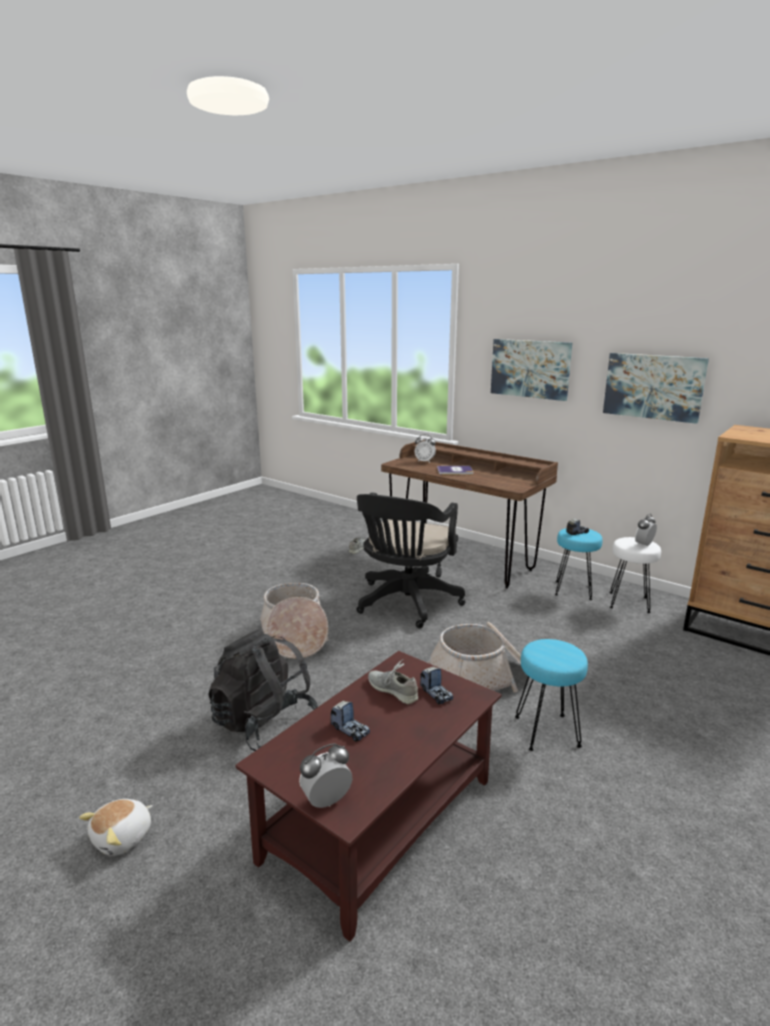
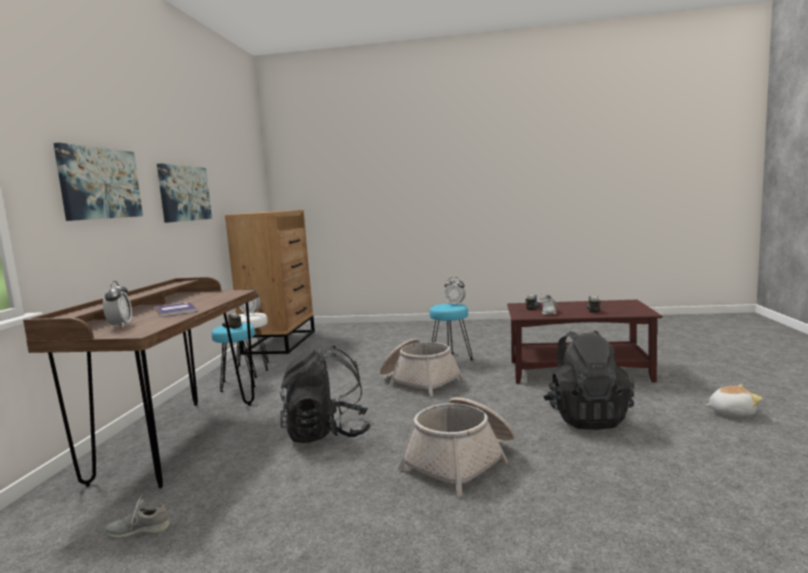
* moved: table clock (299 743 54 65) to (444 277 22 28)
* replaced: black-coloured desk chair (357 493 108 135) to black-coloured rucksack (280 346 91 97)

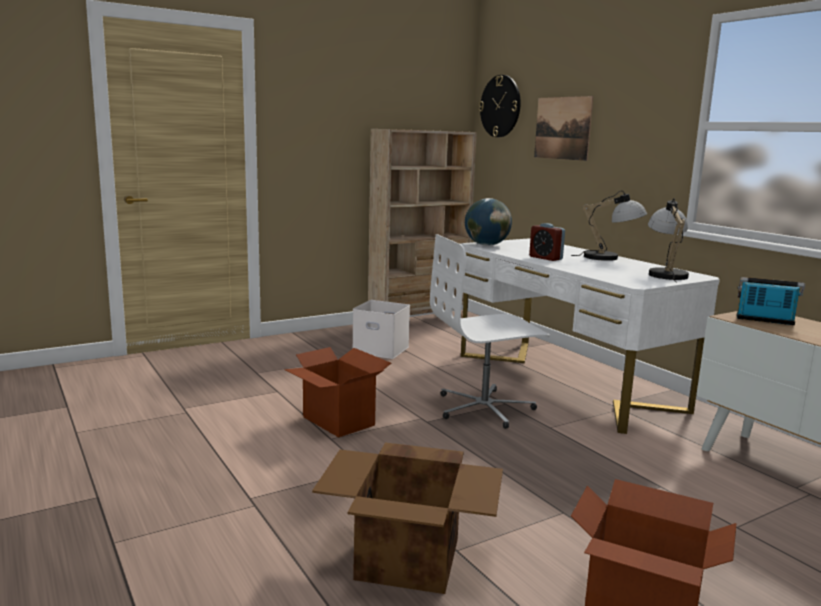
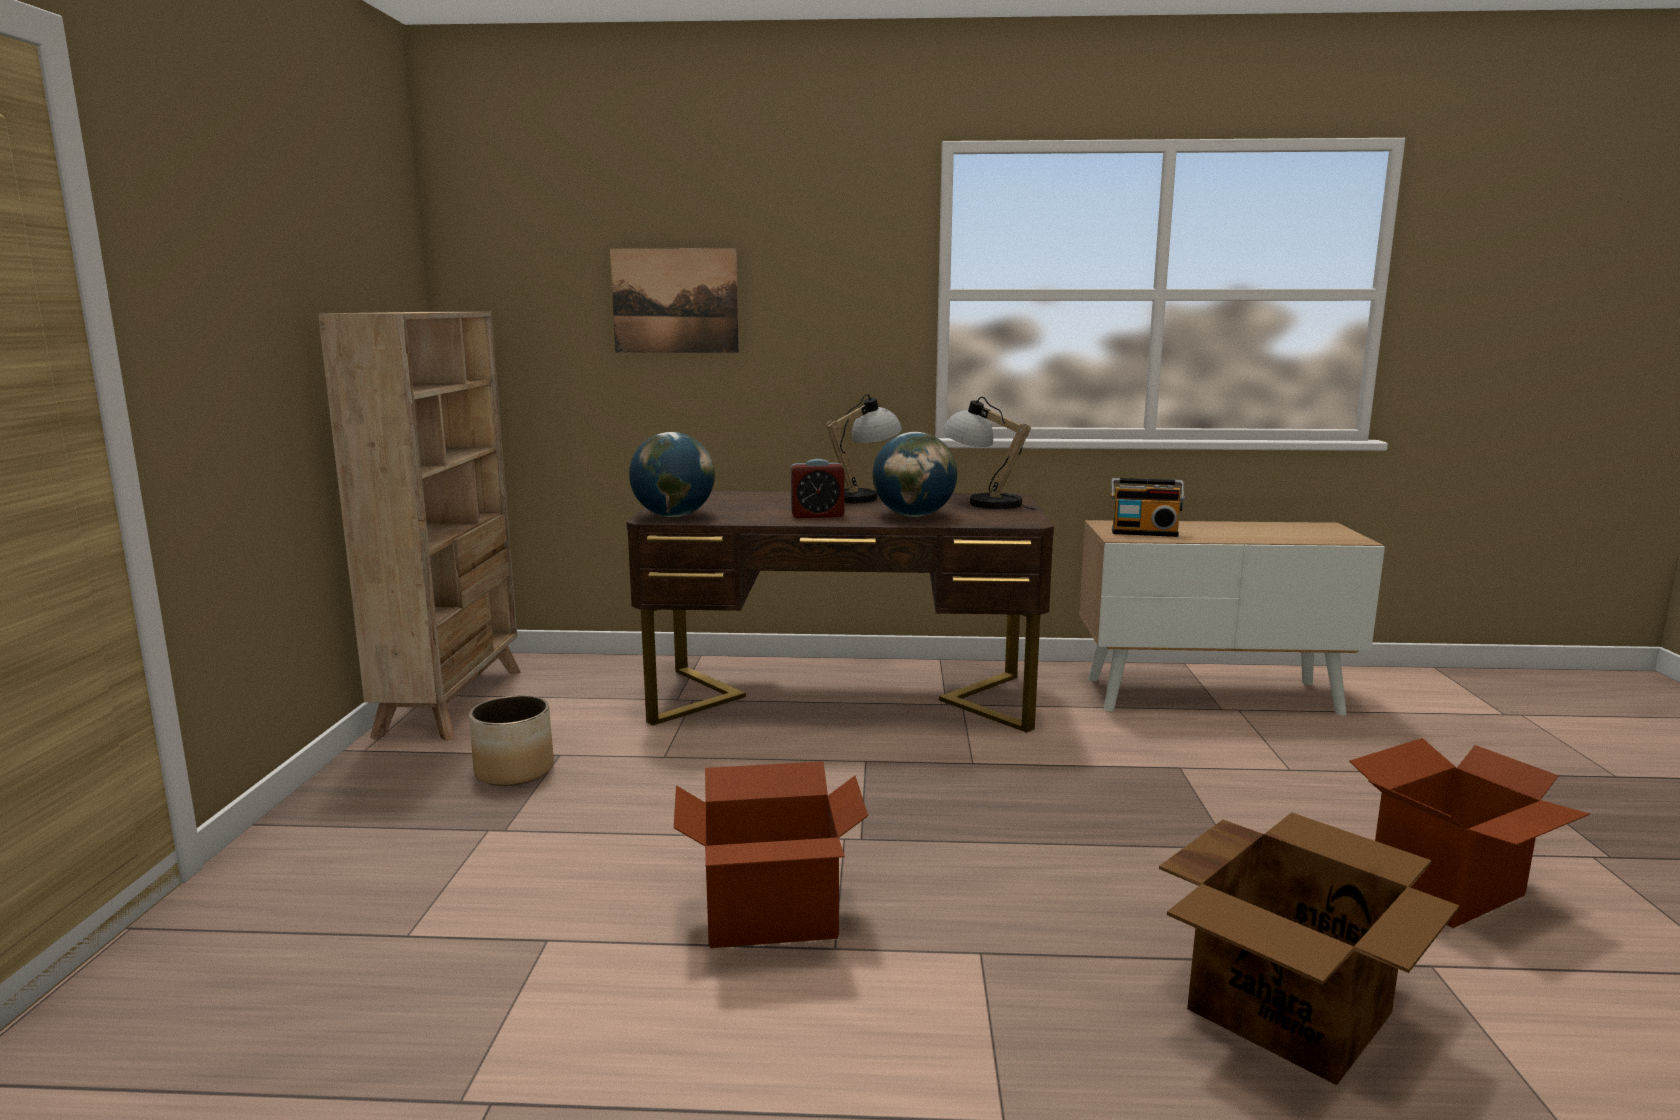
* replaced: white-coloured storage bin (353 300 57 59) to planter (469 695 85 91)
* removed: white-coloured desk chair (430 234 120 195)
* recoloured: white-coloured desk unit (461 238 259 196) to brownish desk unit (627 491 427 242)
* removed: clock on the wall (479 75 42 62)
* turned: radio set (737 277 68 48) = (1111 478 74 59) 135 degrees counterclockwise
* added: globe (872 432 85 85)

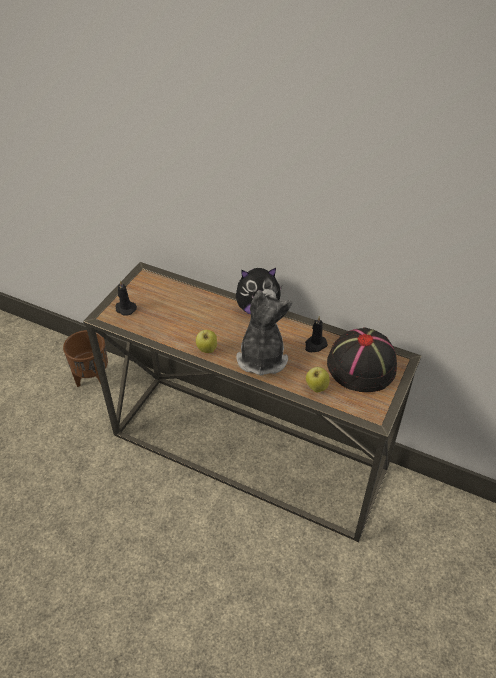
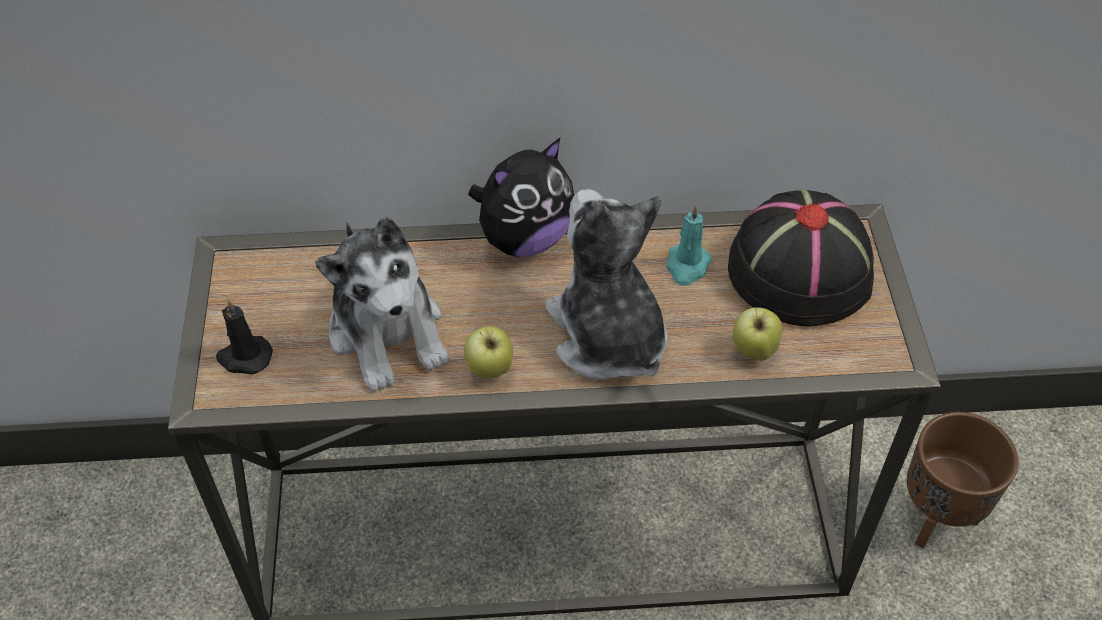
* moved: brownish planter (63 330 45 57) to (907 412 111 137)
* recoloured: black-coloured candle (305 316 23 36) to blue-green candle (666 205 46 81)
* added: soft toy (315 216 134 176)

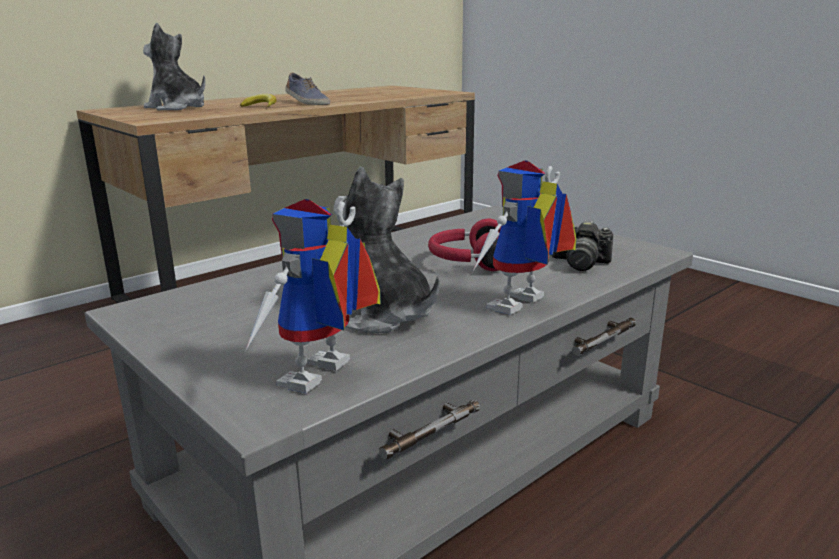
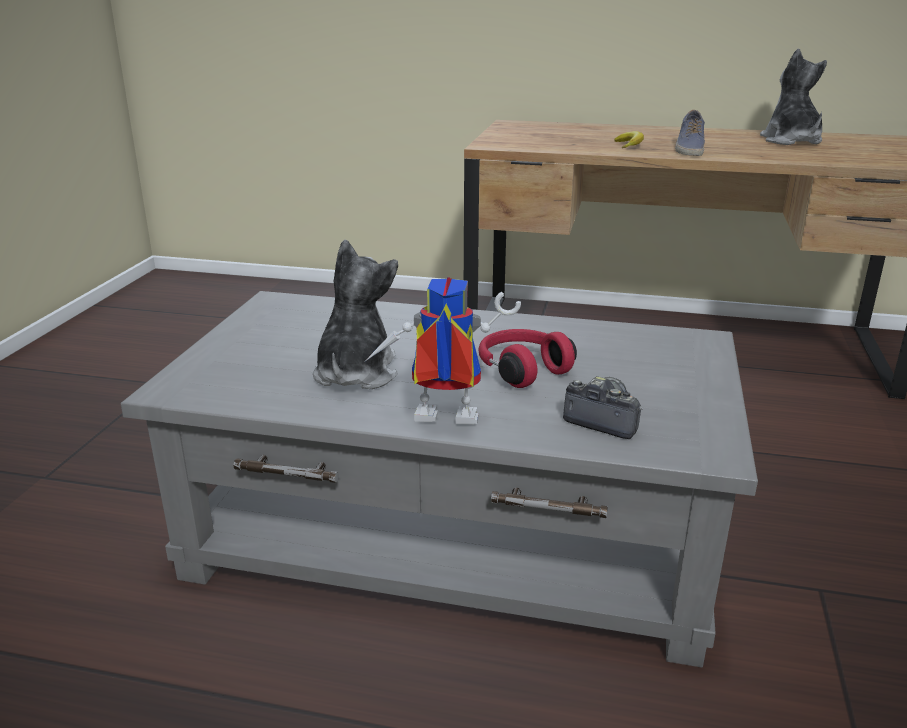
* moved: soft toy (143 23 62 87) to (760 49 67 96)
* removed: model robot (246 199 135 194)
* turned: photo camera (551 220 62 51) = (563 376 80 63) 135 degrees clockwise

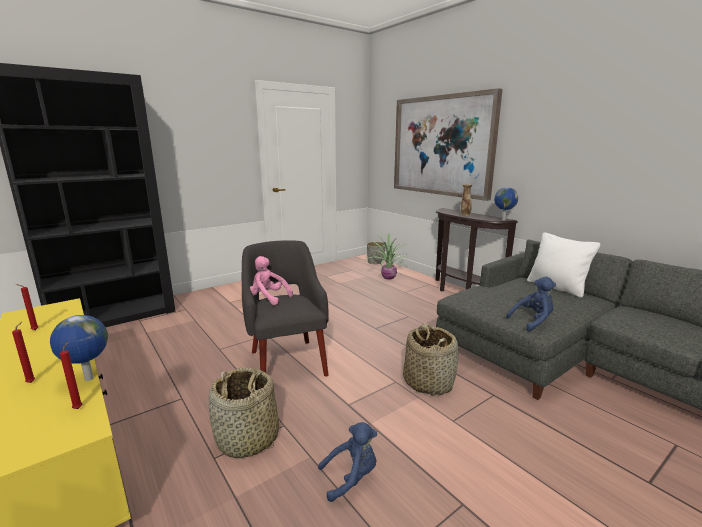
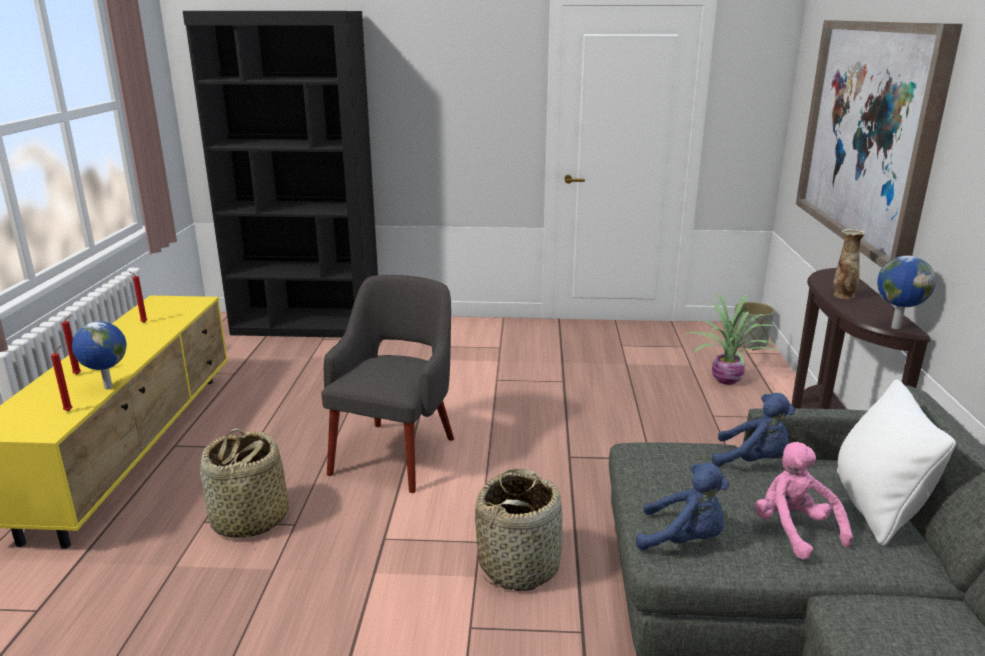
* moved: pink soft toy (250 256 43 49) to (755 442 98 118)
* moved: blue soft toy (318 422 59 80) to (712 393 83 74)

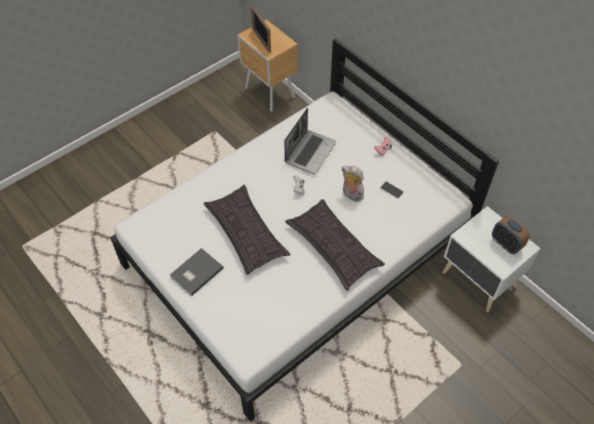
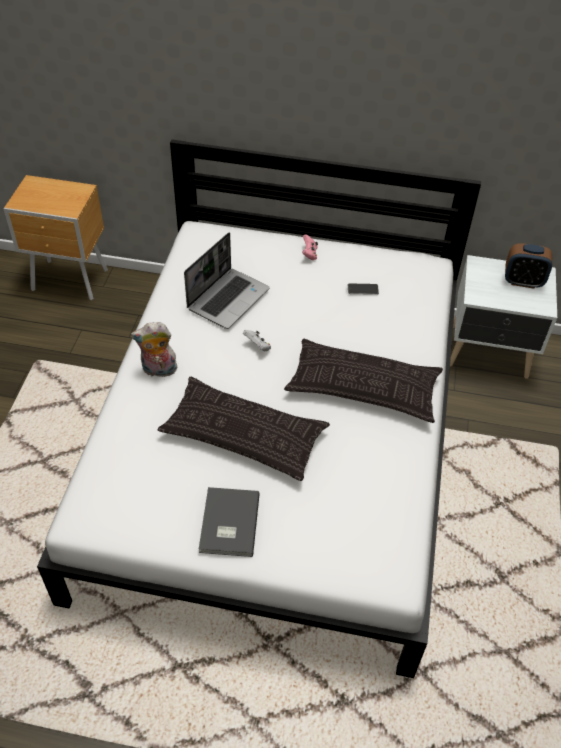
* removed: picture frame (251 6 20 47)
* turned: laptop (284 108 52 66) = (184 232 86 97) 45 degrees clockwise
* moved: soft toy (342 166 22 36) to (131 322 48 55)

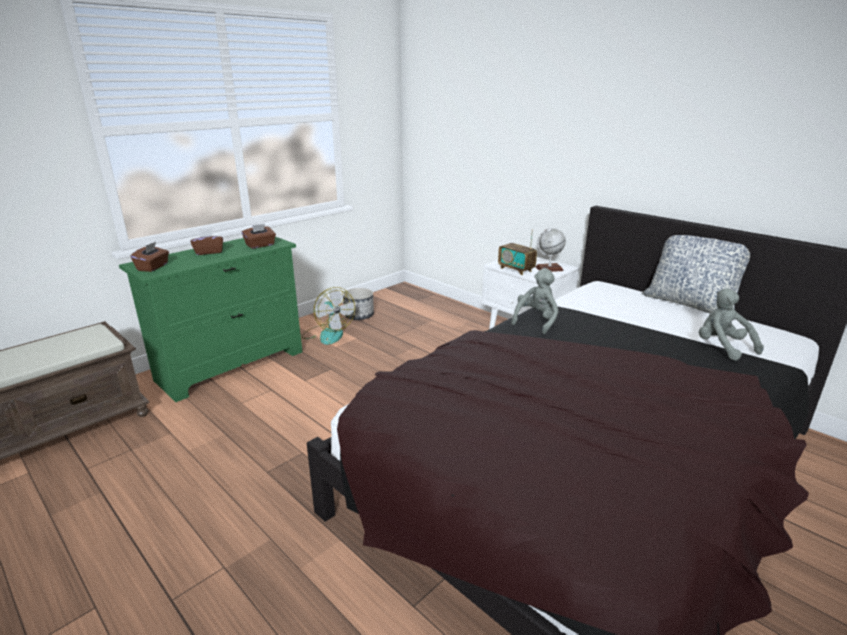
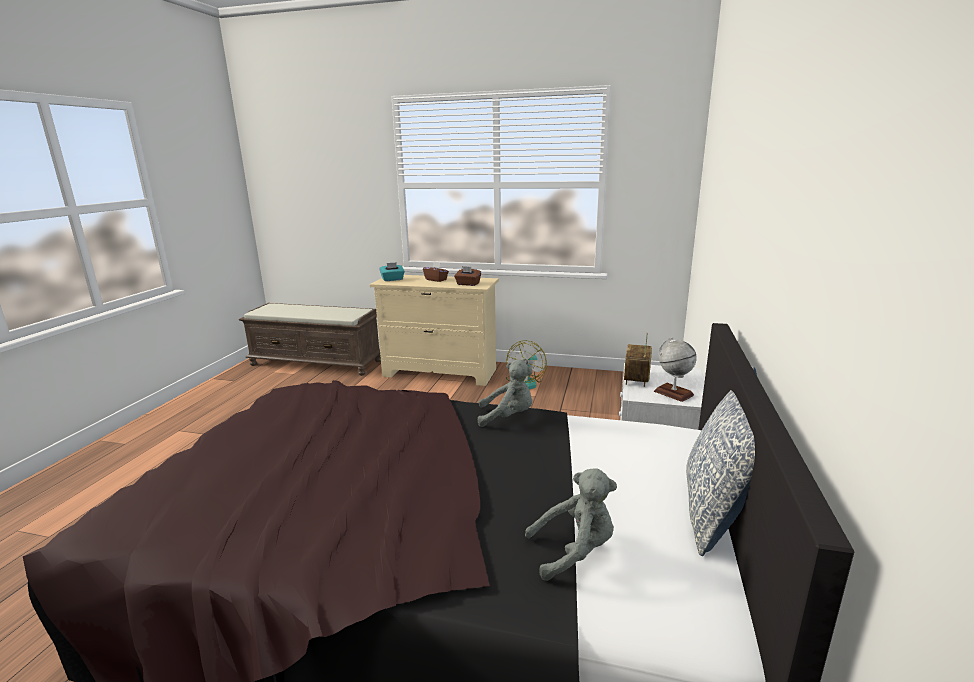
* recoloured: green chest of drawers (119 237 183 165) to beige chest of drawers (370 275 129 111)
* recoloured: brownish tissue box (131 242 38 30) to blue-green tissue box (379 262 26 19)
* removed: planter (343 288 31 32)
* turned: grey soft toy (699 288 65 73) = (525 468 92 113) 45 degrees clockwise

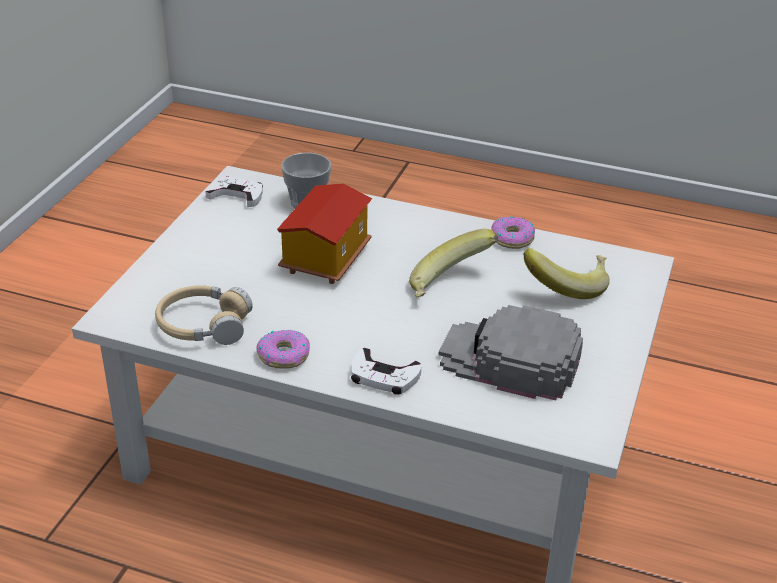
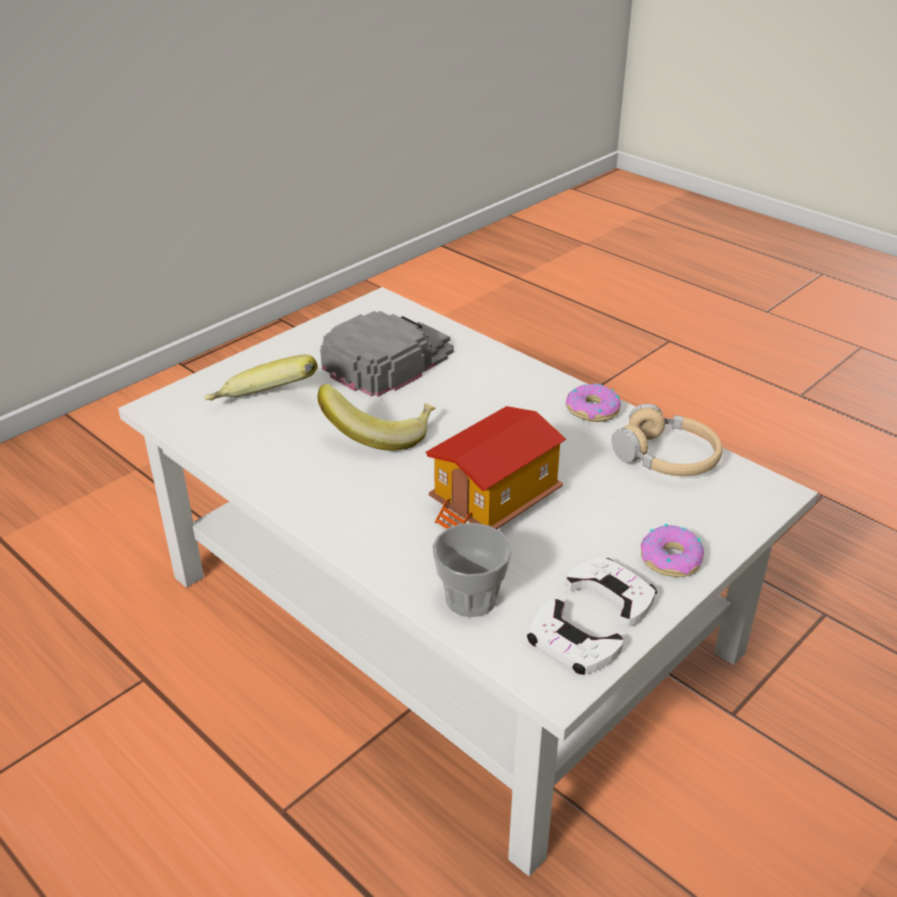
* moved: white-coloured joypad (351 348 70 47) to (566 557 91 70)
* turned: grey peaked cap (438 305 145 96) = (320 311 134 86) 90 degrees counterclockwise
* moved: ring doughnut (491 216 44 33) to (641 524 63 53)

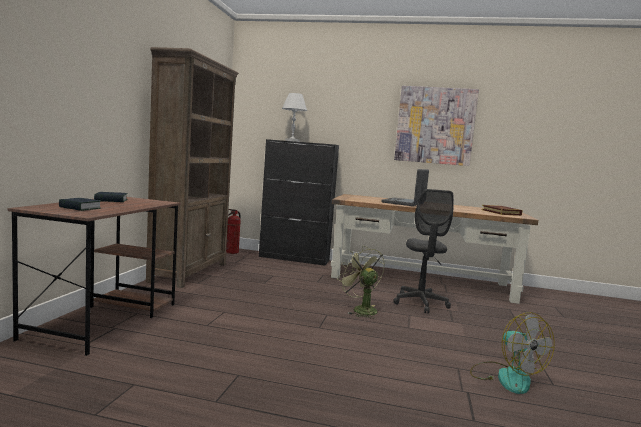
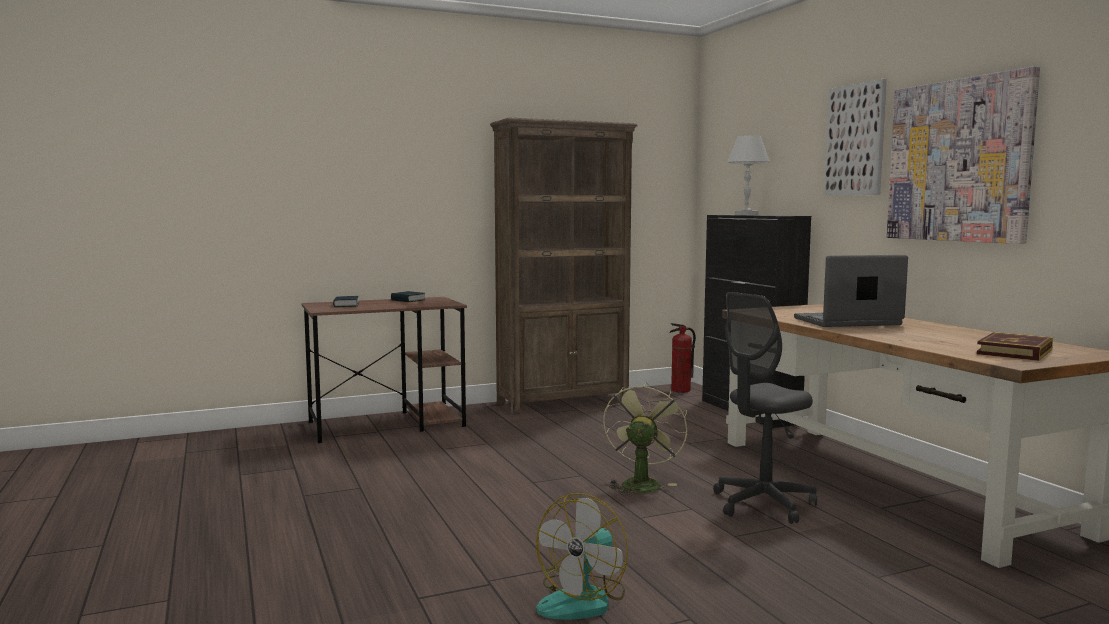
* added: wall art (824 79 62 117)

